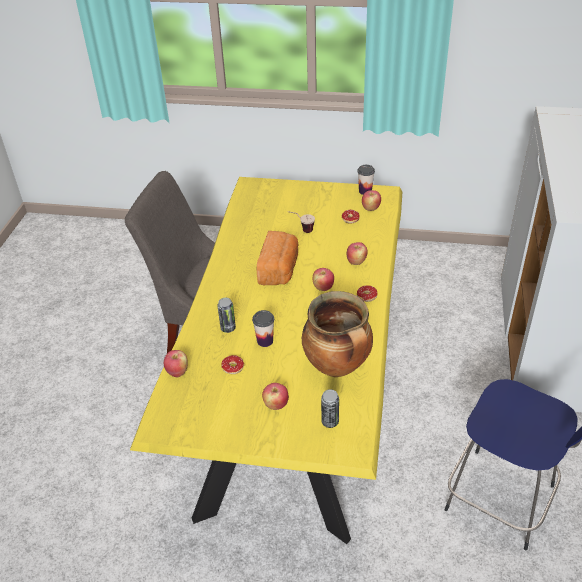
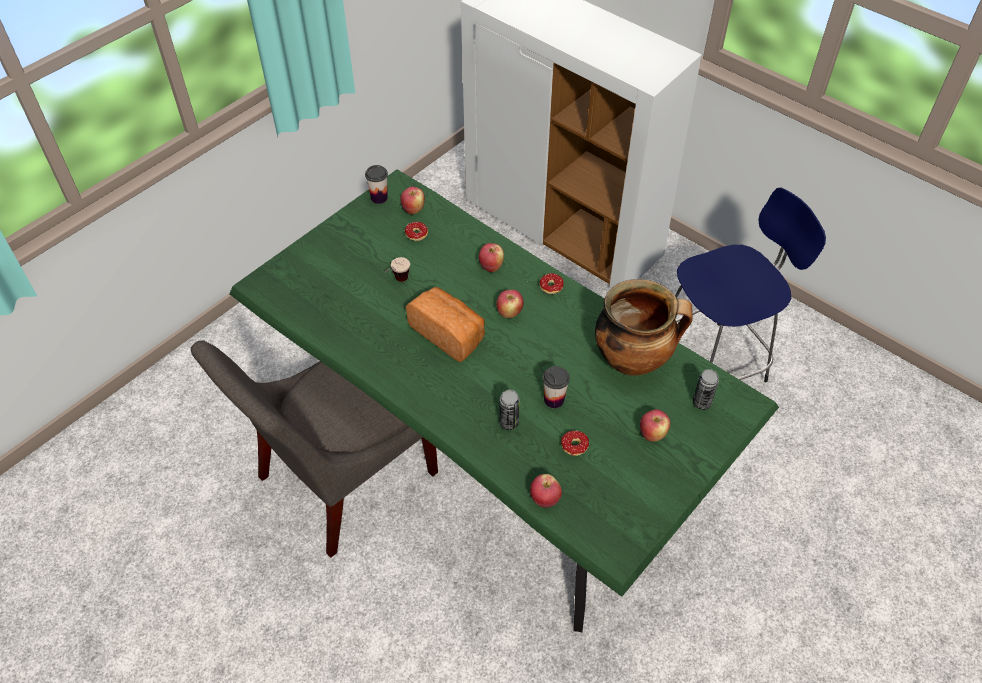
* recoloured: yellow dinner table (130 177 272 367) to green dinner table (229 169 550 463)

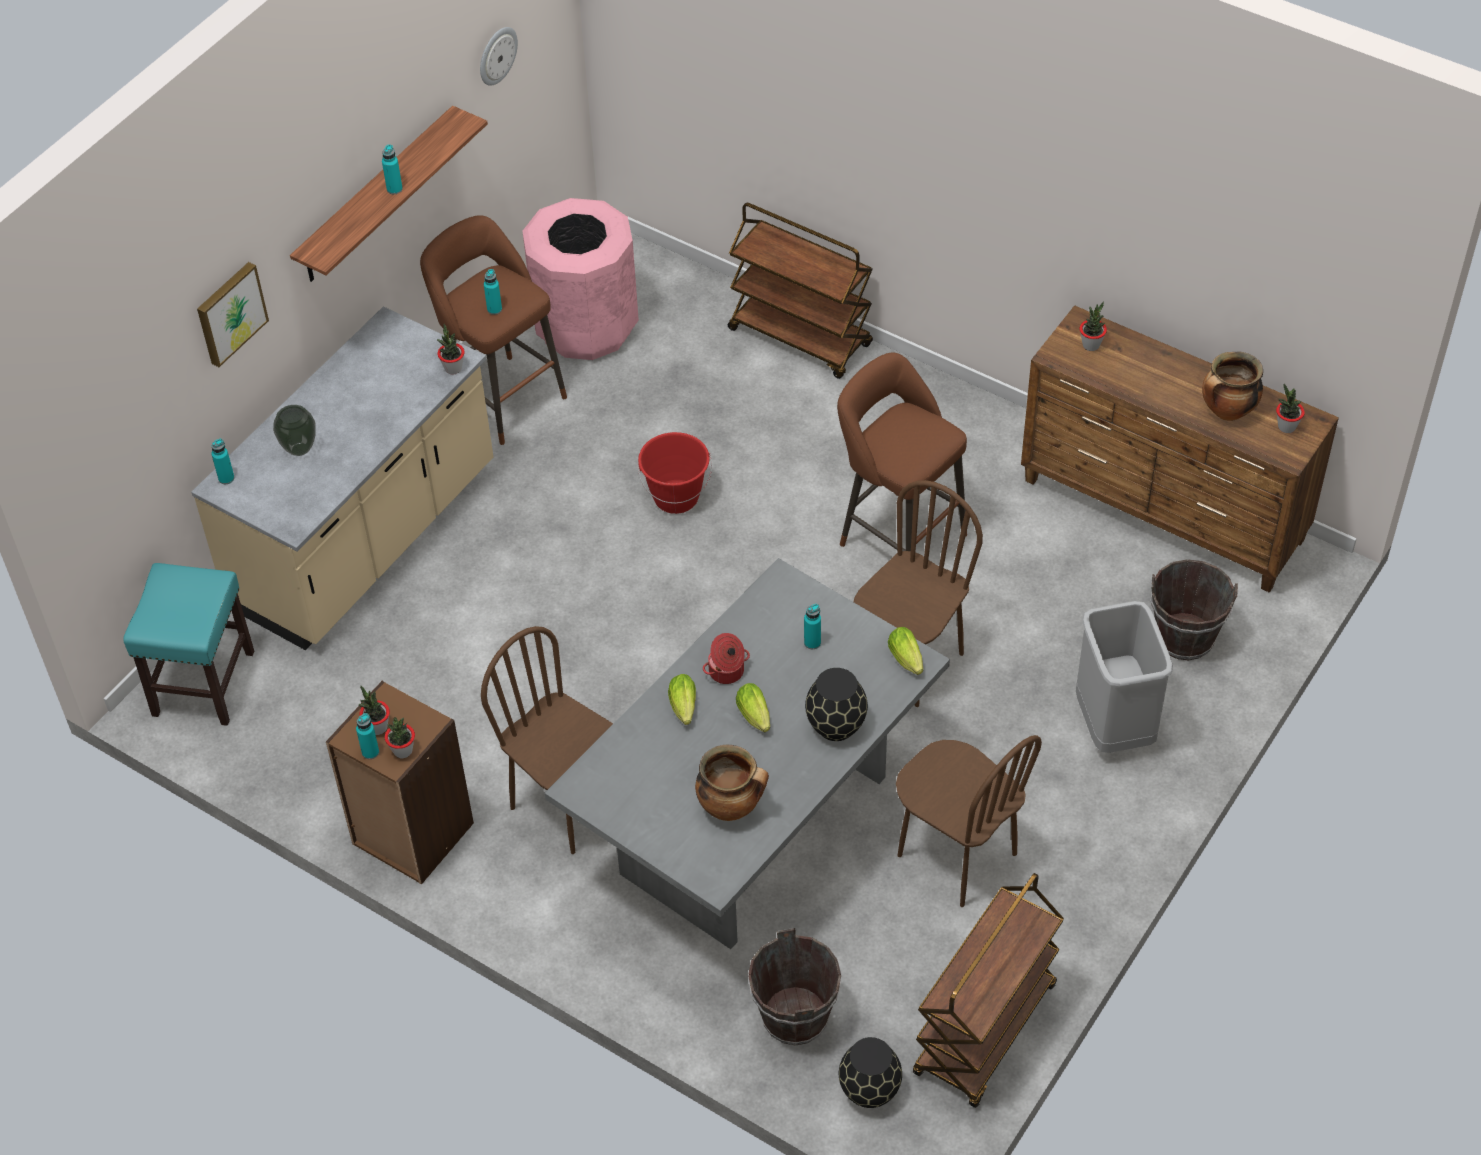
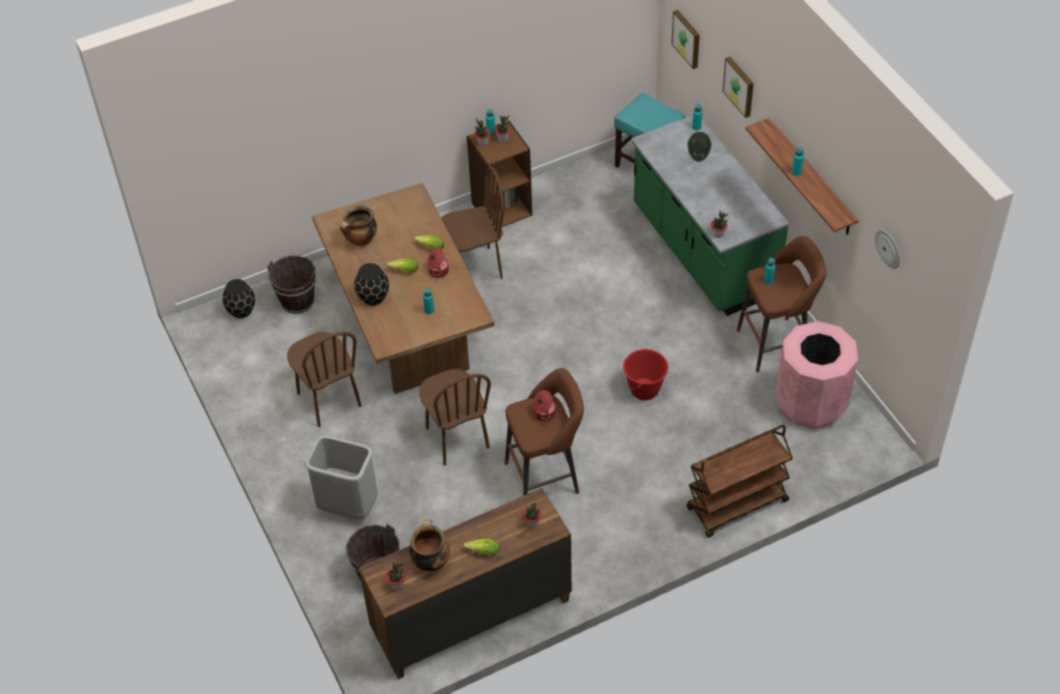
* recoloured: beige kitchen counter (191 306 303 344) to green kitchen counter (631 115 158 201)
* recoloured: grey dinner table (545 558 405 391) to brownish dinner table (312 183 183 211)
* moved: lettuce head (888 627 35 48) to (463 539 37 16)
* turned: brownish chair (896 735 146 172) = (287 332 75 95) 105 degrees counterclockwise
* removed: brownish trolley (913 873 151 235)
* added: saucepot (533 390 23 31)
* added: wall art (671 10 29 59)

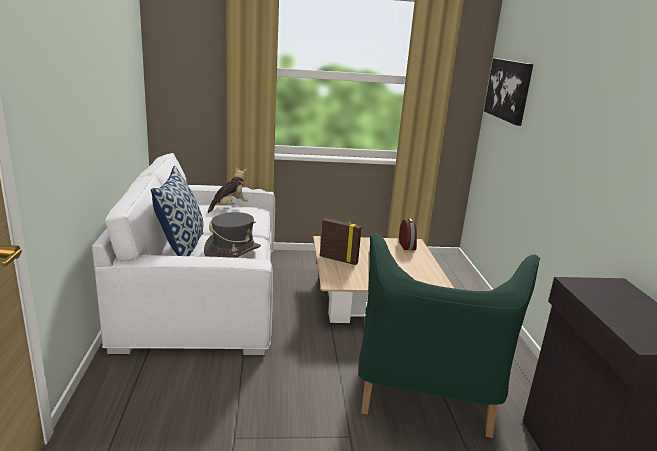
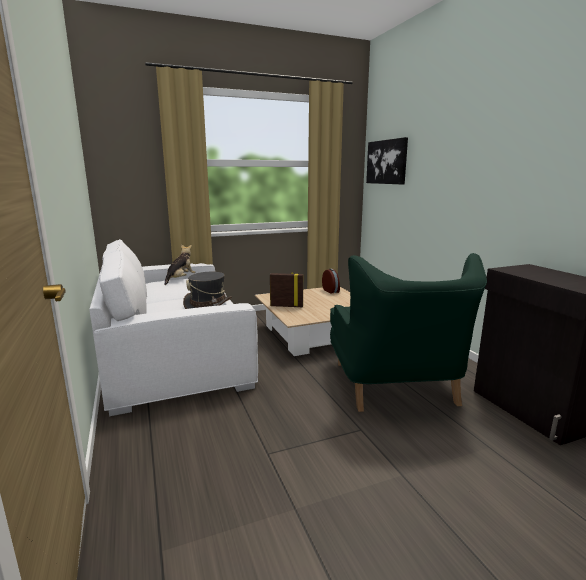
* removed: throw pillow (151 166 52 90)

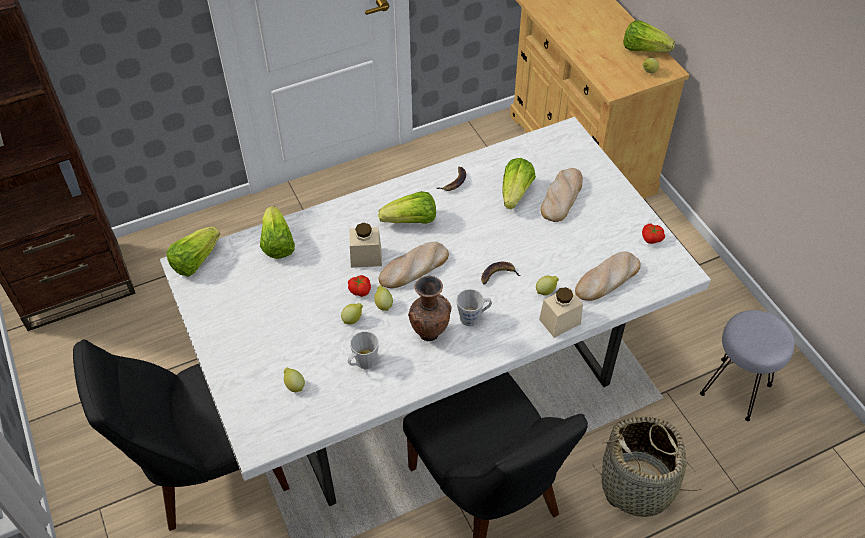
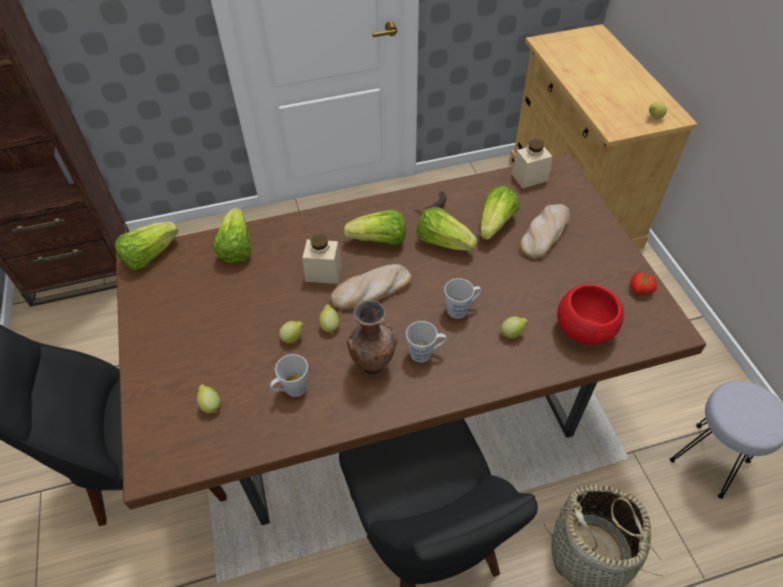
* recoloured: white-coloured dinner table (160 117 551 389) to brownish dinner table (116 154 590 371)
* removed: tomato (348 275 23 22)
* replaced: banana fruit (481 262 39 23) to grey coffee mug (444 278 38 41)
* moved: beige preserve jar (539 287 44 51) to (511 139 42 49)
* replaced: baked bread (575 251 66 50) to red-coloured bowl (557 284 67 61)
* moved: lettuce head (623 20 52 32) to (417 207 61 44)

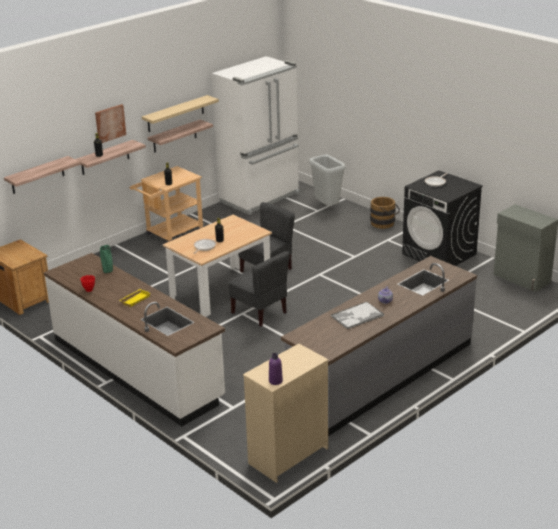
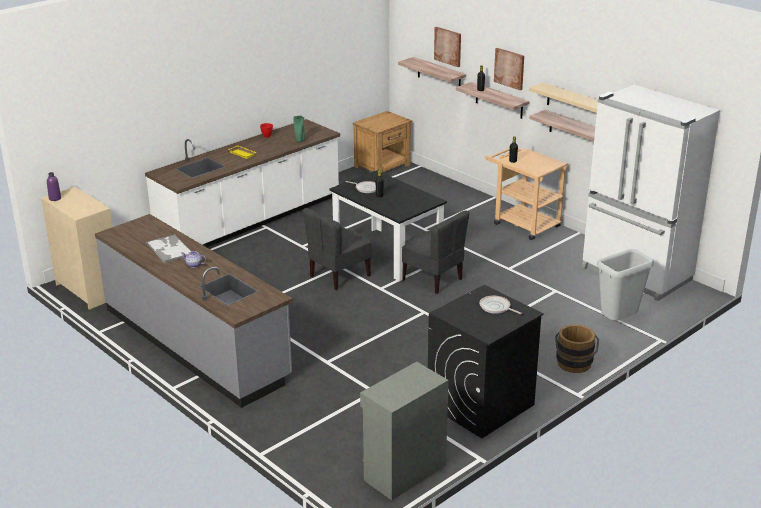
* recoloured: beige dinner table (163 215 109 102) to black-coloured dinner table (329 170 118 112)
* added: wall art (434 27 27 40)

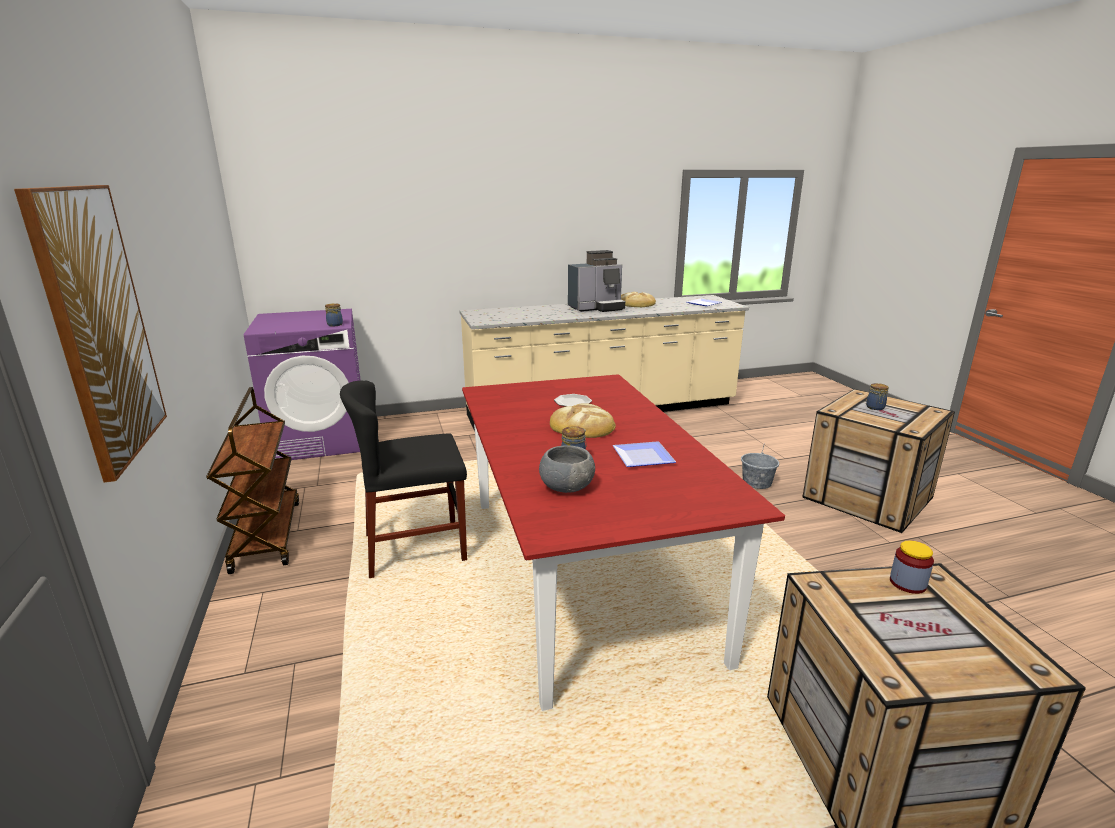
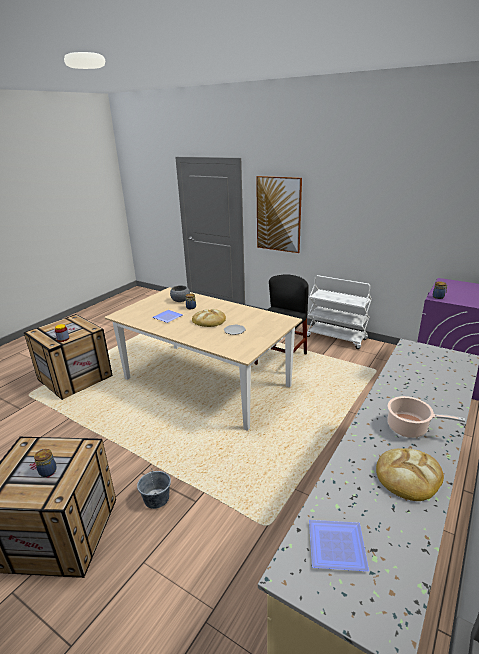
* recoloured: brownish trolley (206 387 93 187) to white-coloured trolley (307 275 65 74)
* recoloured: red-coloured dinner table (462 374 323 337) to beige dinner table (104 287 198 144)
* replaced: coffee brewer (568 250 57 62) to saucepot (387 396 78 42)

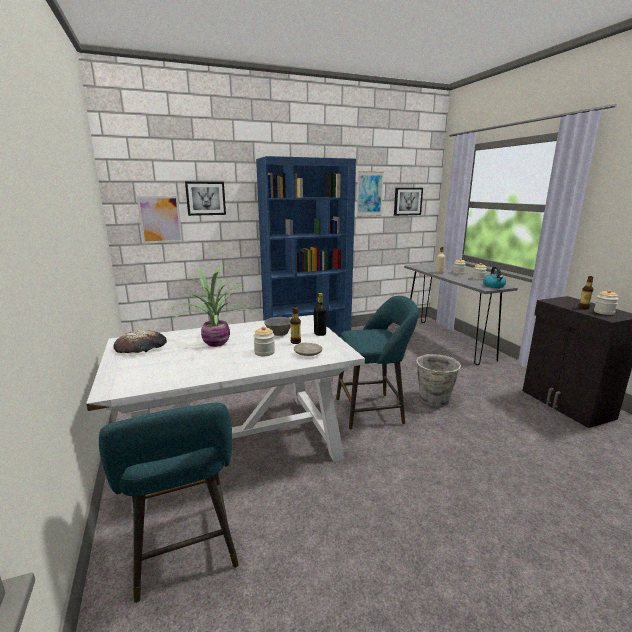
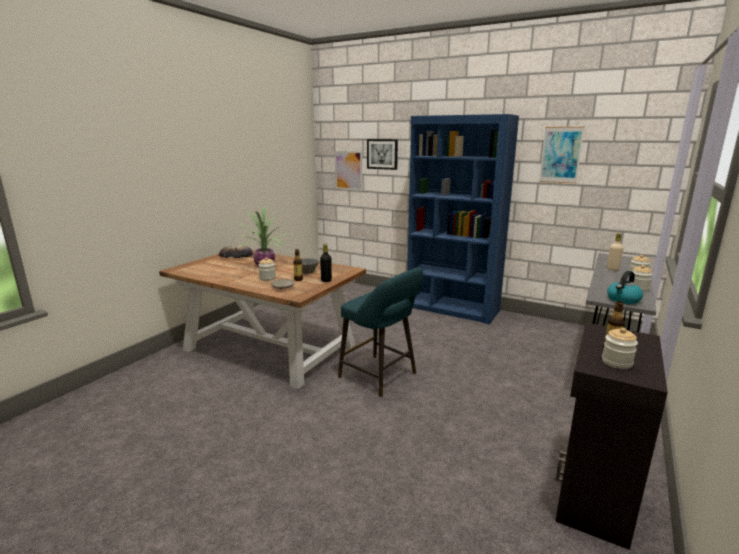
* recoloured: white-coloured dinner table (86 315 279 198) to brownish dinner table (159 250 207 139)
* removed: blue-green stool seat (99 403 140 200)
* removed: wall art (394 188 29 28)
* removed: grey pail (414 354 49 53)

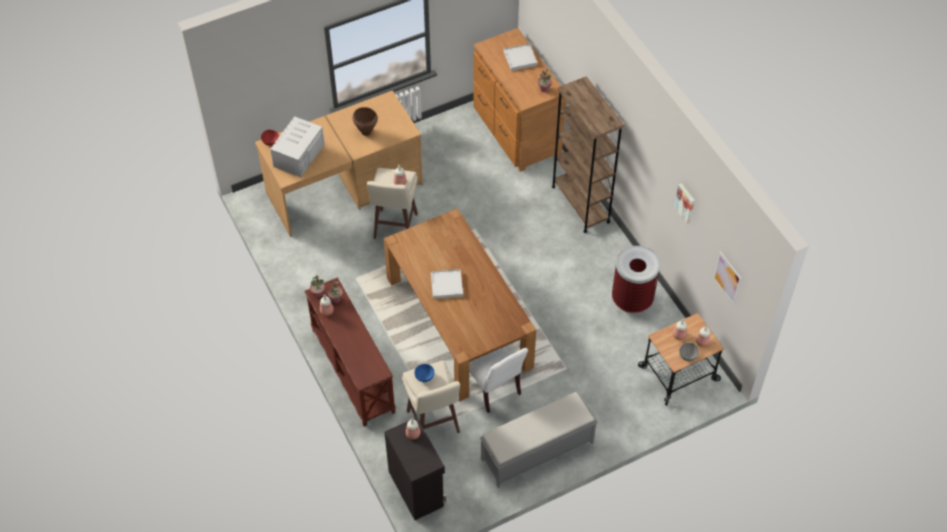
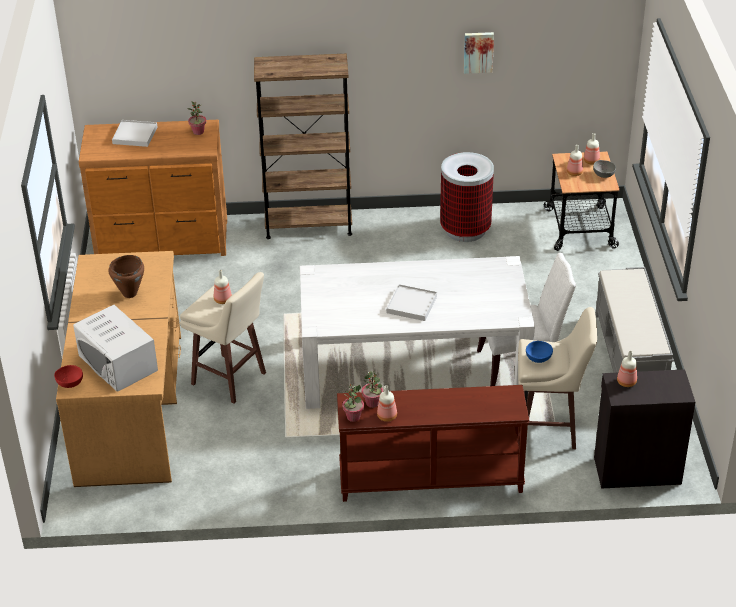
* recoloured: brownish dinner table (384 208 152 193) to white-coloured dinner table (300 256 235 153)
* removed: wall art (713 251 29 54)

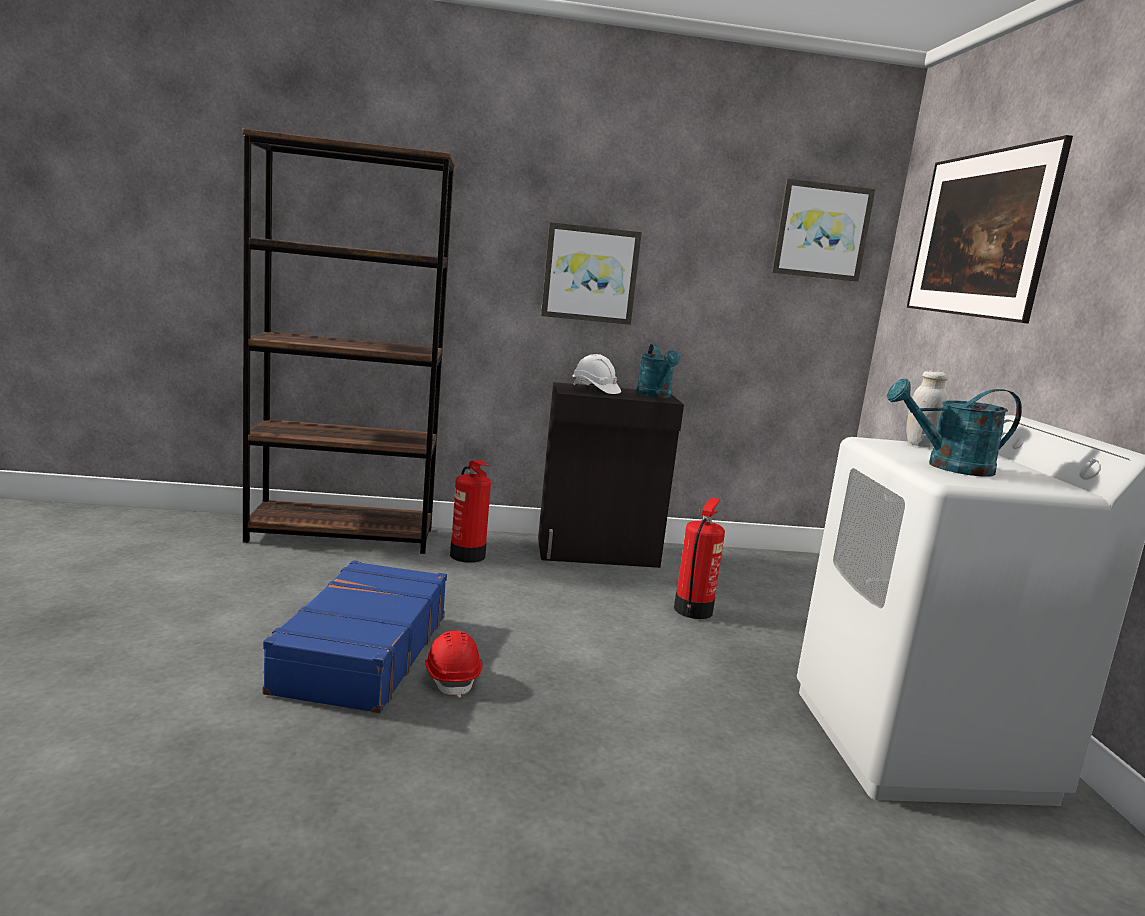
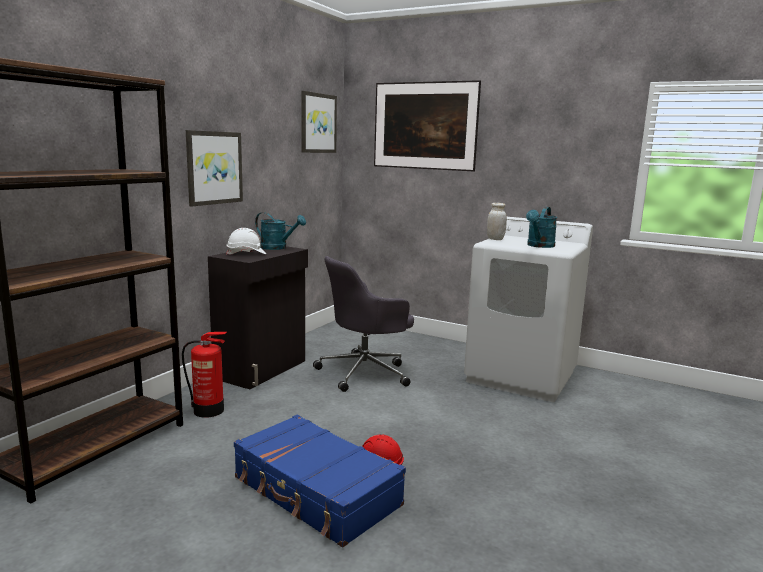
* replaced: fire-fighting cylinder (674 497 51 122) to grey desk chair (313 256 101 136)

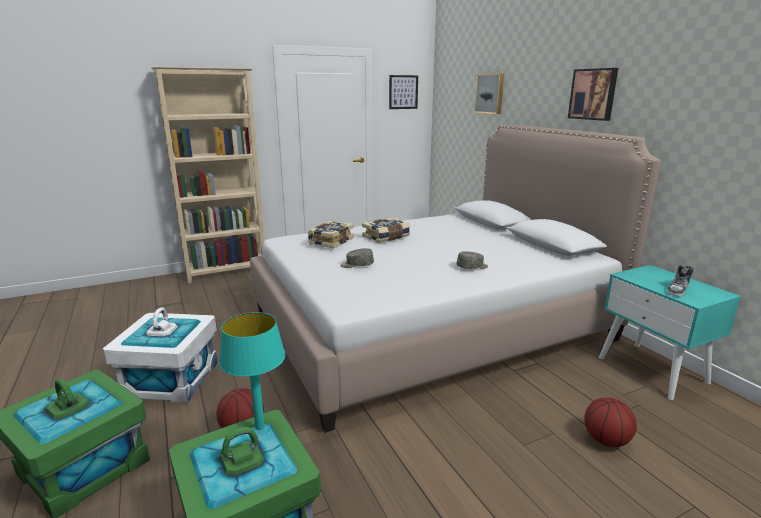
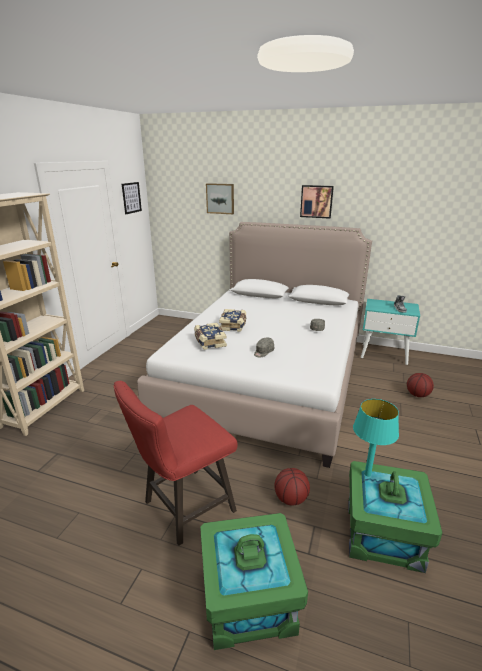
* replaced: white-coloured storage bin (103 307 115 96) to red-coloured stool seat (113 381 124 165)

